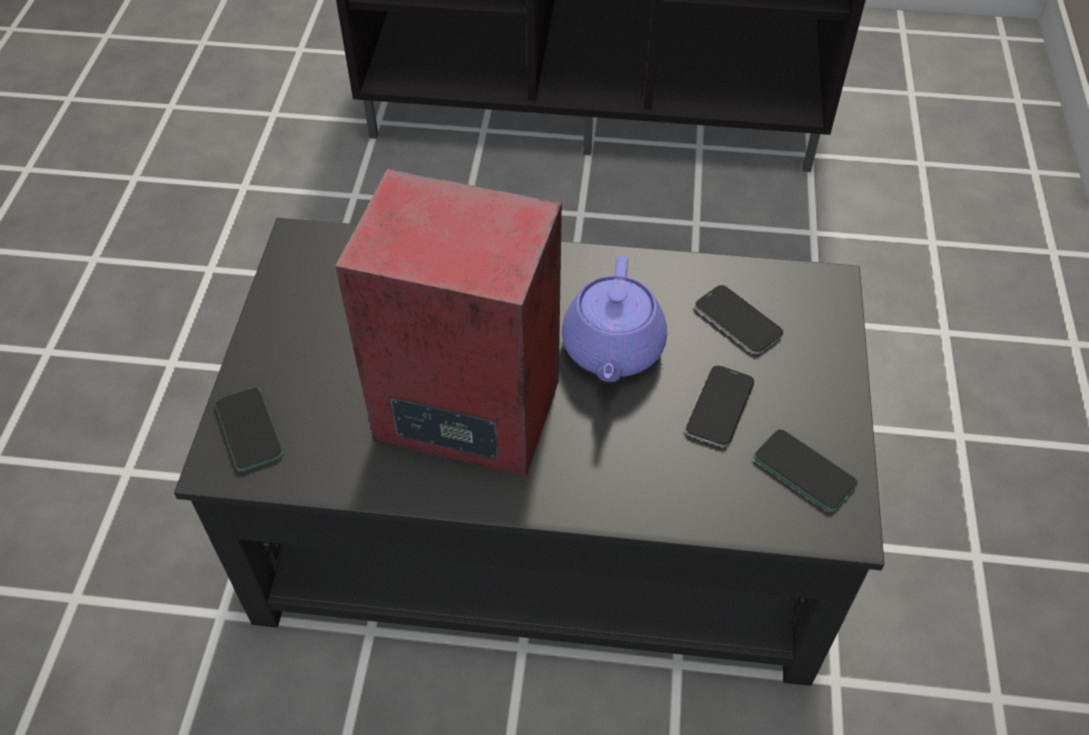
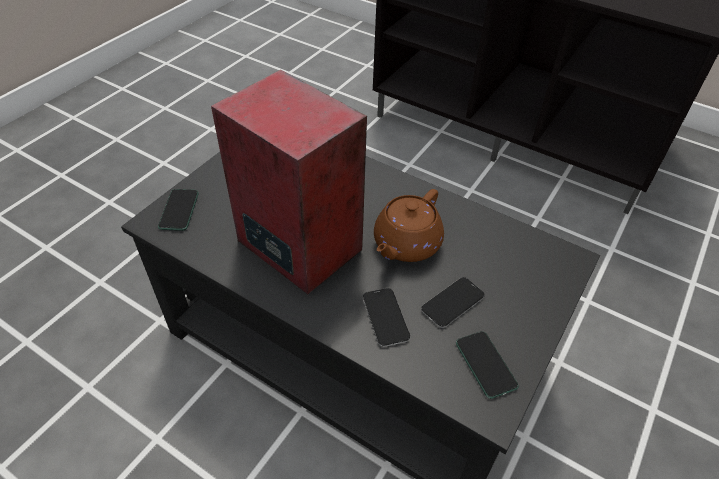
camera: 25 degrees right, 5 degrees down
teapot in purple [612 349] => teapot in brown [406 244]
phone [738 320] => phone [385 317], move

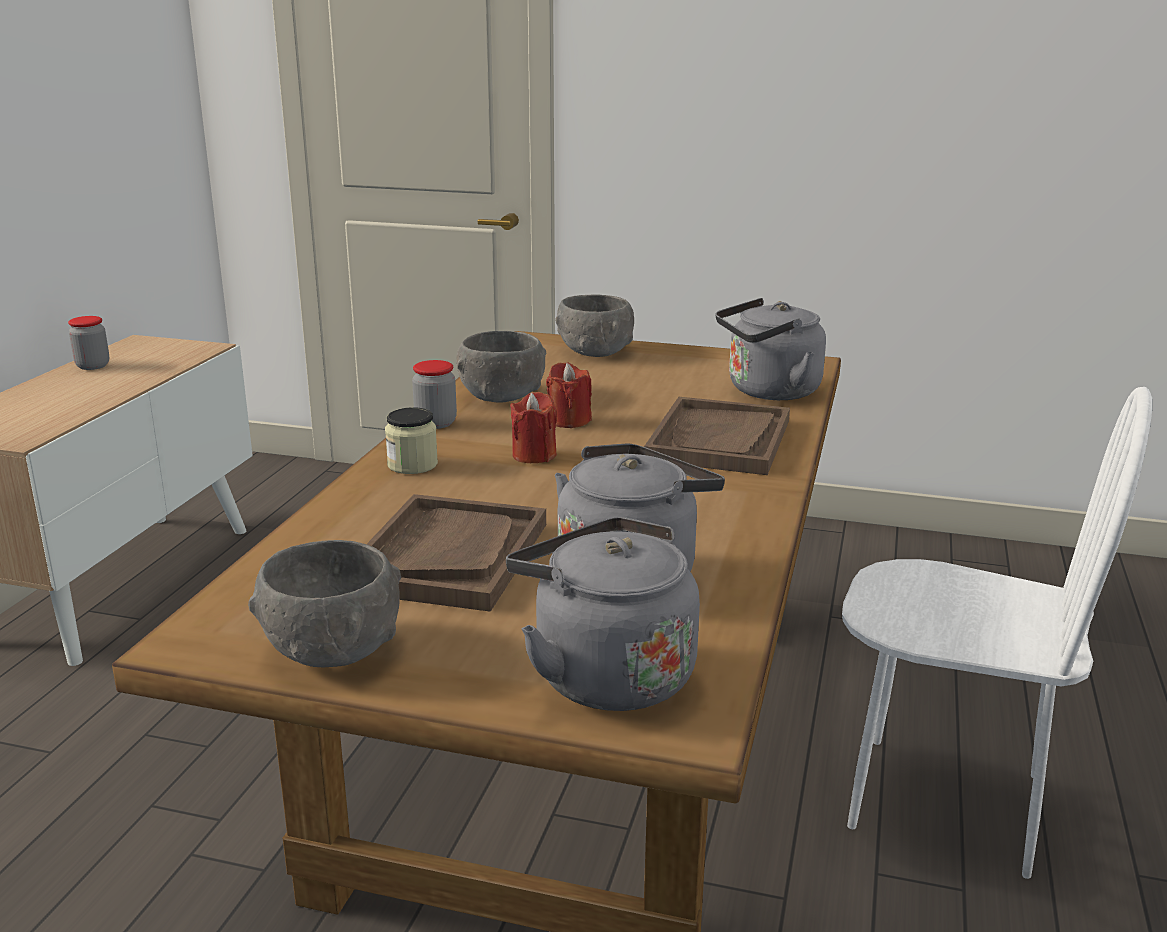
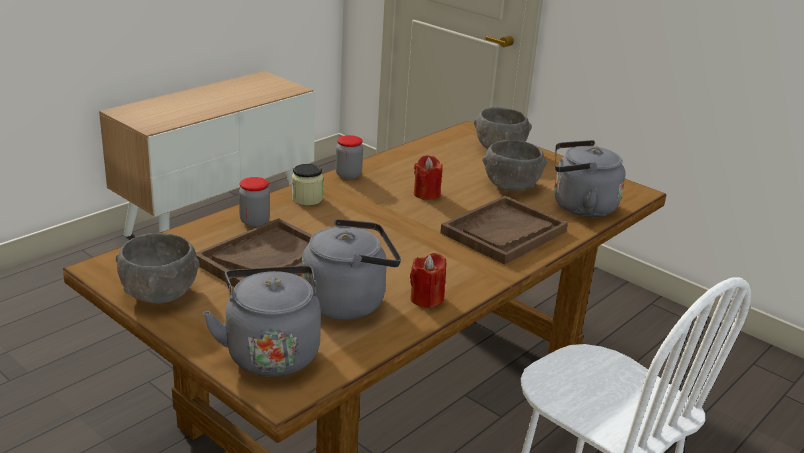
camera: 25 degrees right, 5 degrees up
jar [93 366] => jar [254 221], move
bowl in grey [501 396] => bowl in grey [511 185], move
candle in red [534 455] => candle in red [426 299], move

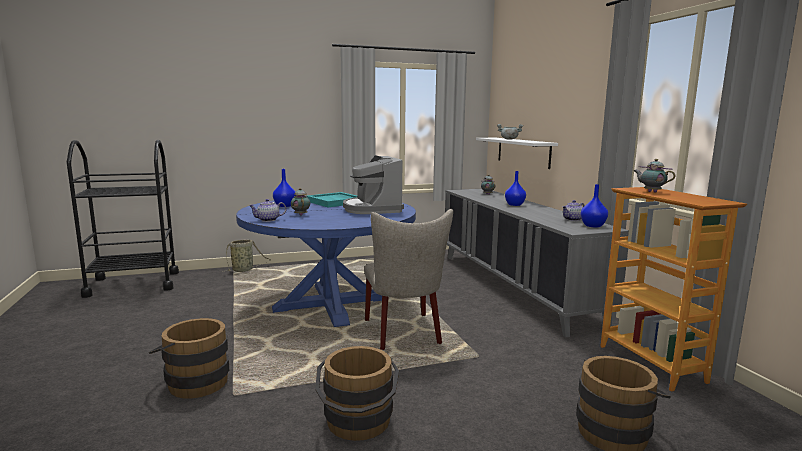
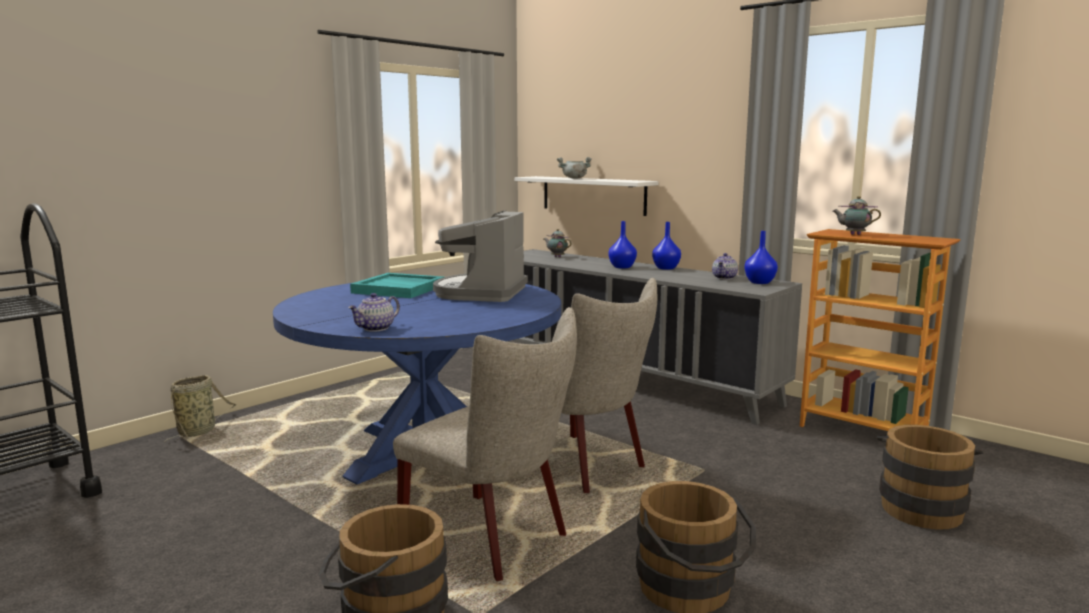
camera: 30 degrees left, 0 degrees up
vase in blue [284 206] => vase in blue [666 268], move
teapot [301 215] => nothing
coffee machine [372 209] => coffee machine [481 293], 60 degrees clockwise
nothing => chair in beige [493 540]

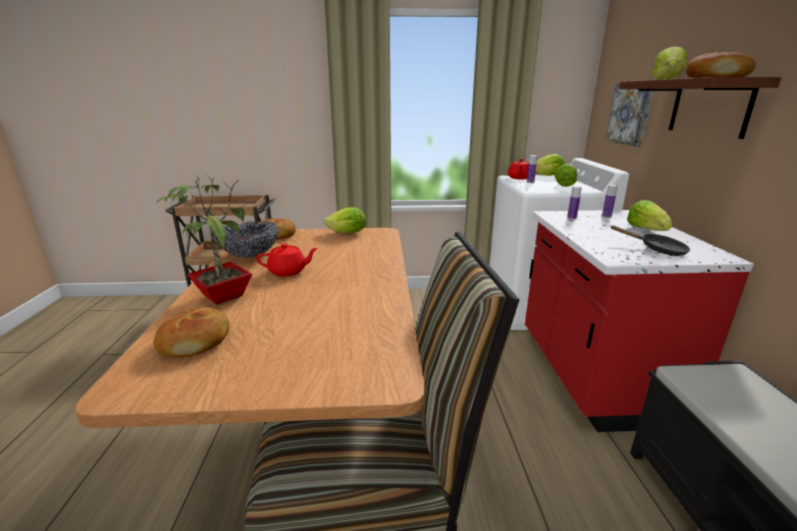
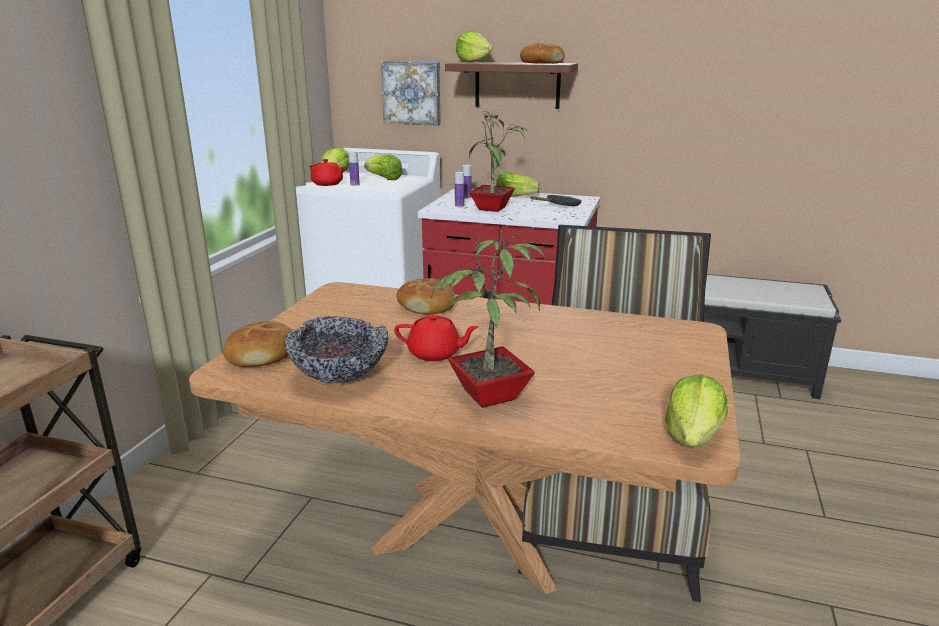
camera: 70 degrees left, 0 degrees up
bread [196 341] => bread [427 305], move
teapot in red [288 271] => teapot in red [435 354], 90 degrees clockwise
lettuce [348 233] => lettuce [693 437], move
nothing => potted plant [494 209]

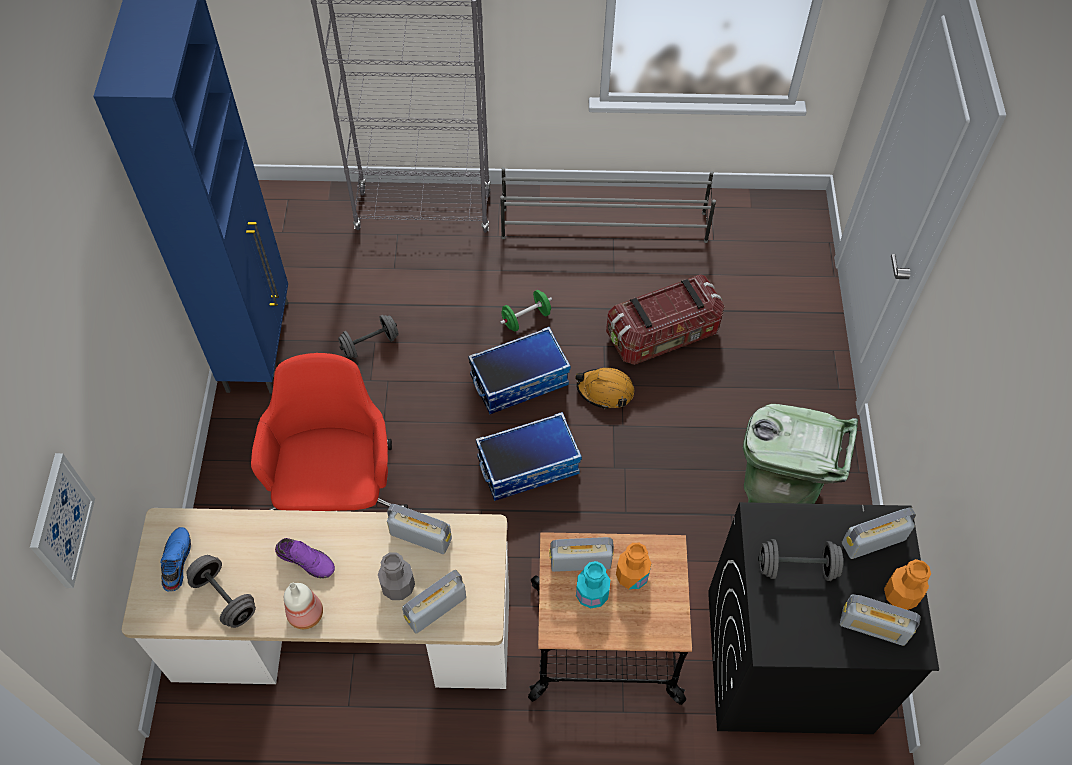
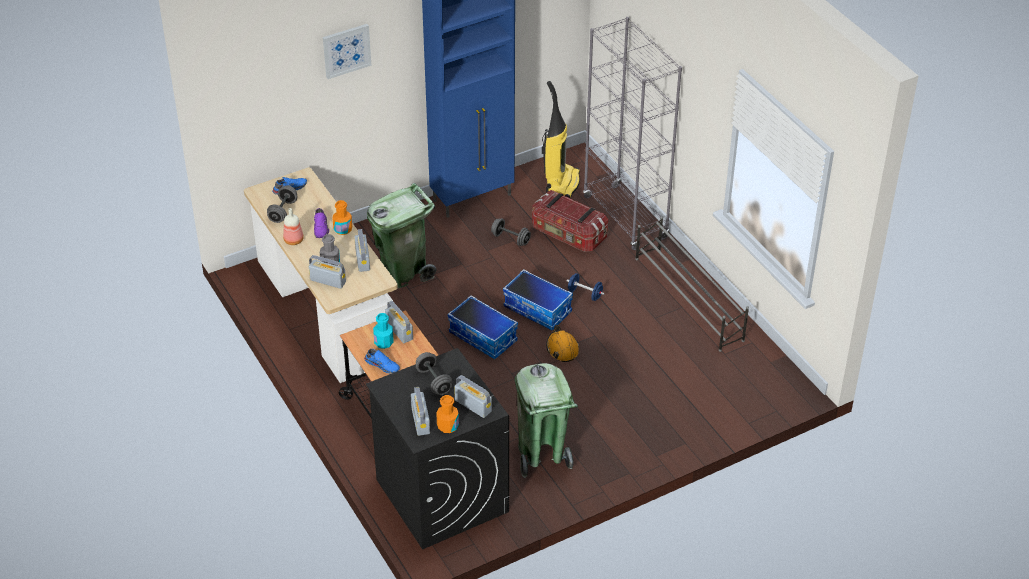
camera: 60 degrees right, 15 degrees down
picture [60 521] => picture [346 50], move
office chair in red [339 497] => trash can in green [404 272]
dumbbell in green [526 318] => dumbbell in blue [585 294]
storage box [663 335] => storage box [568 235], move
bottle in orange [632 575] => bottle in orange [343 229], move
nothing => shoe in blue [383 365]
nothing => vacuum cleaner [561 183]

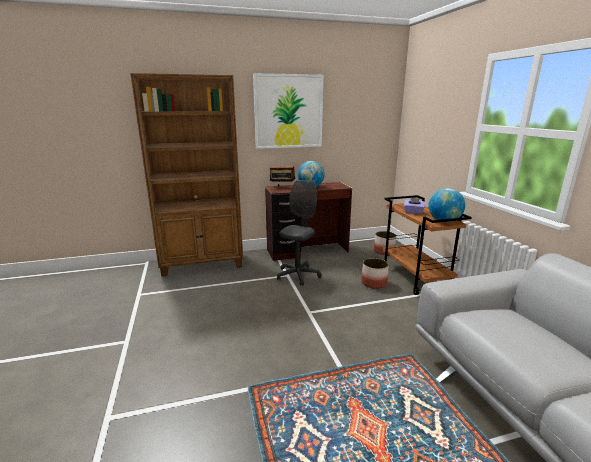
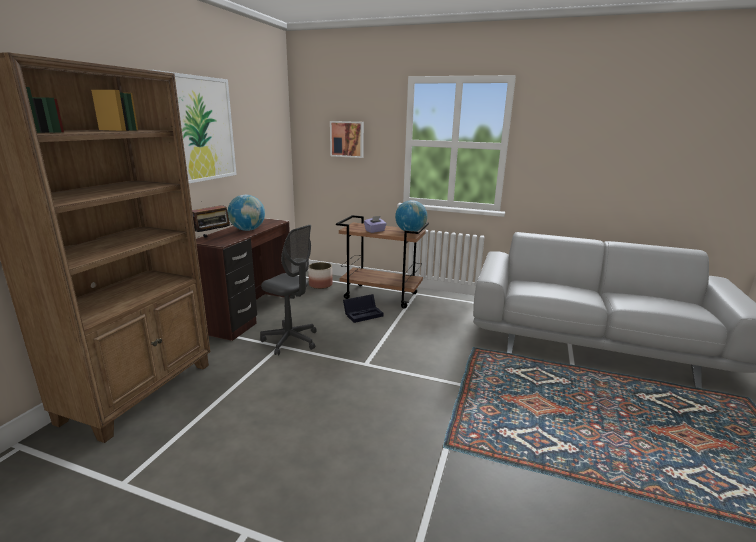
camera: 55 degrees left, 0 degrees up
office chair in grey [298 275] => office chair in grey [290 341], 150 degrees clockwise
planter [374 283] => storage box in black [364 314]
nothing => picture [347 139]

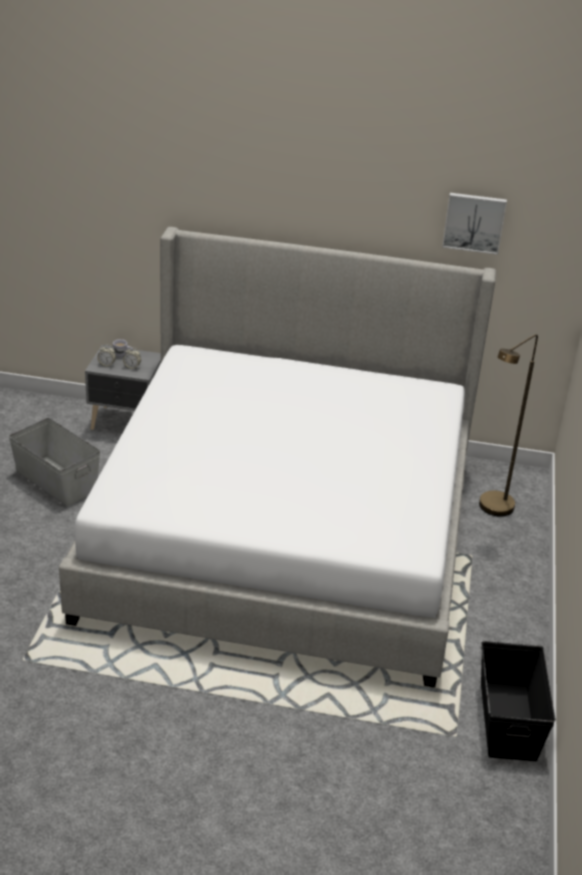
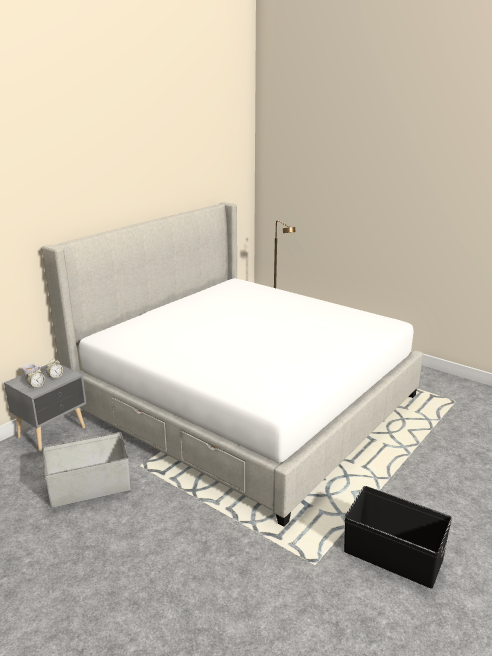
camera: 60 degrees left, 10 degrees down
picture [474 222] => nothing
storage box in black [508 719] => storage box in black [392 555], move

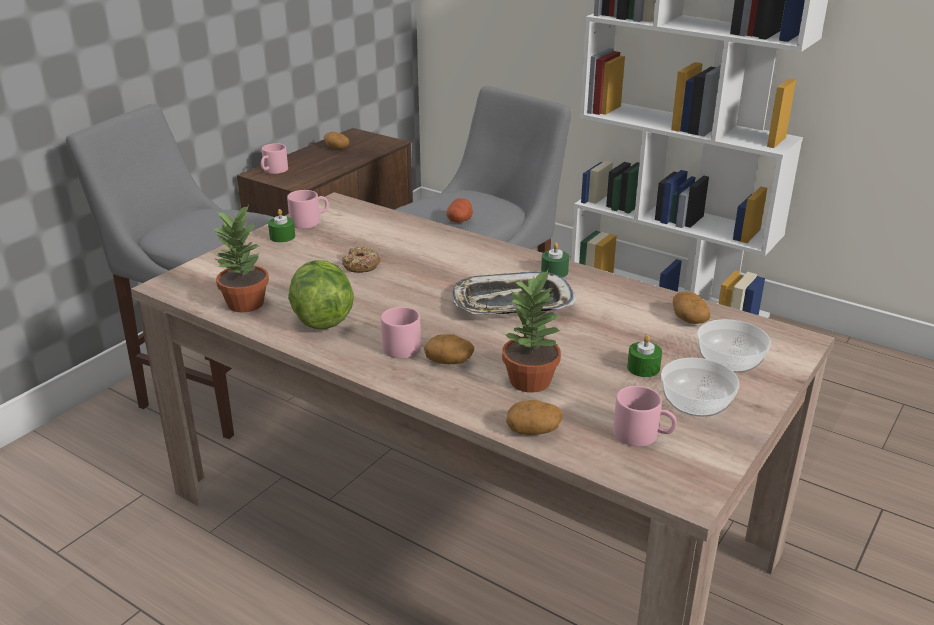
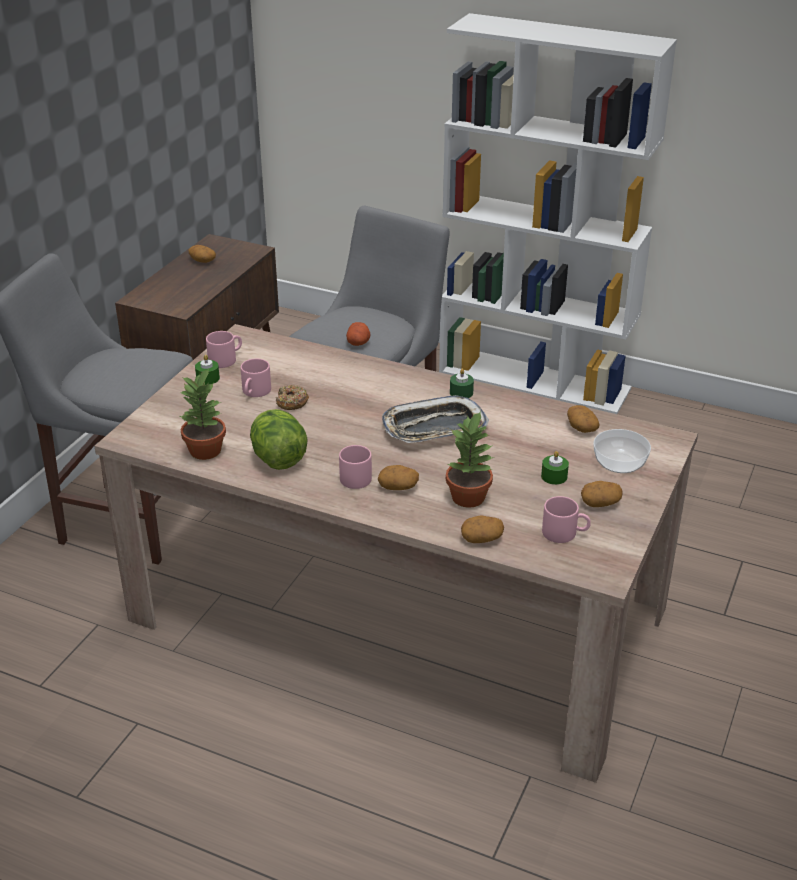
camera: 10 degrees left, 5 degrees up
mug in pink [273 171] => mug in pink [255 392], move
bowl [697 403] => potato [600 502]

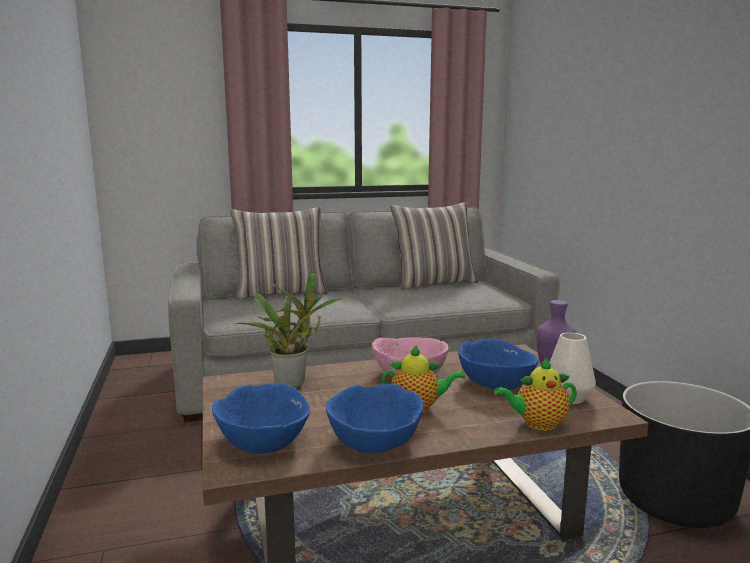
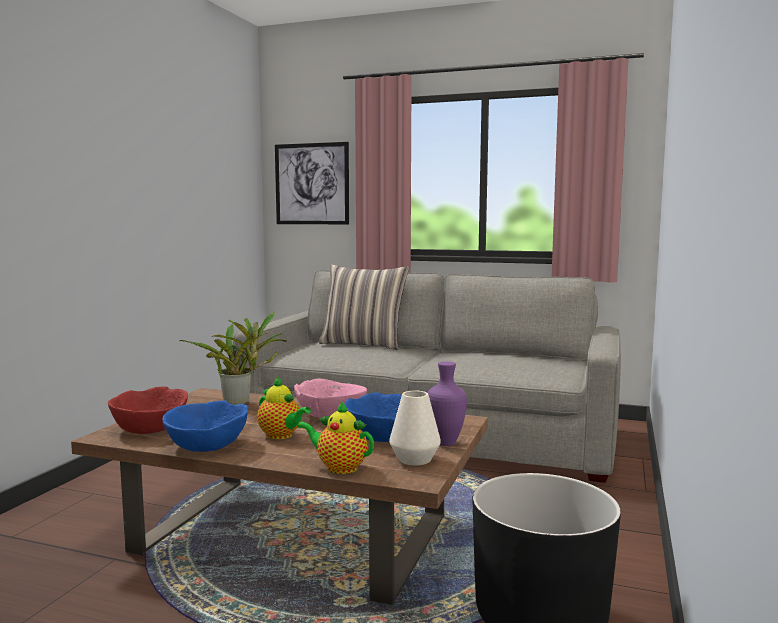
camera: 35 degrees right, 5 degrees down
bowl in blue [264 440] => bowl in red [150 428]
pillow [434 283] => nothing
nothing => picture [312 184]

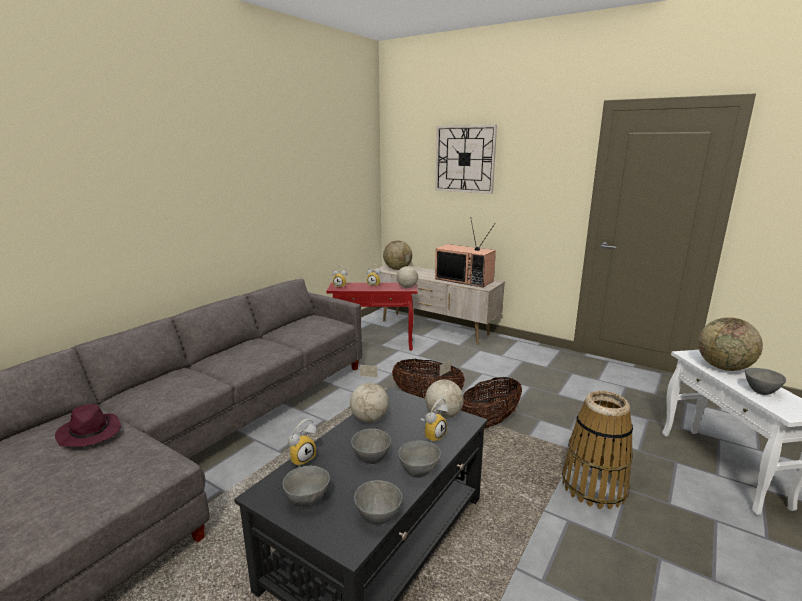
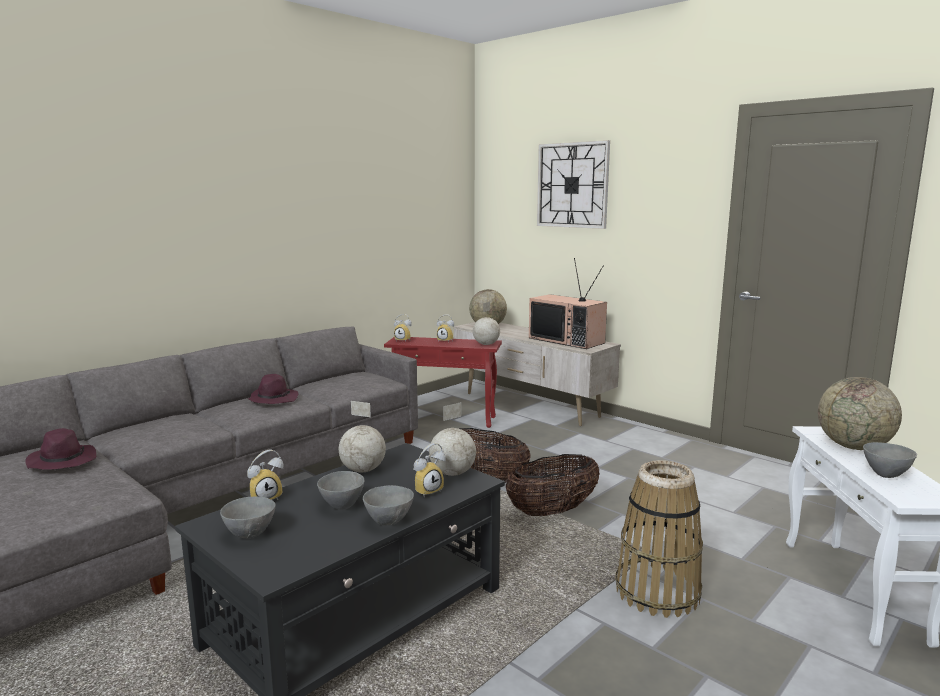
camera: 10 degrees right, 5 degrees down
bowl in grey [378 518] => nothing
nothing => hat in purple [273 399]

